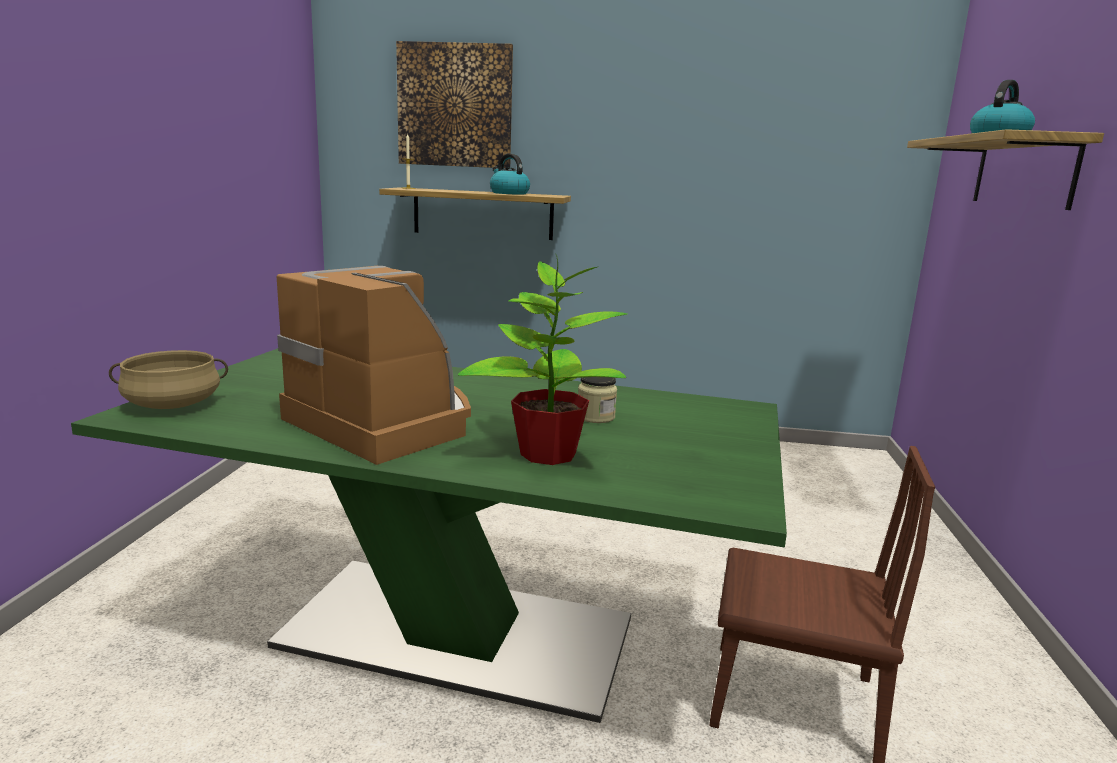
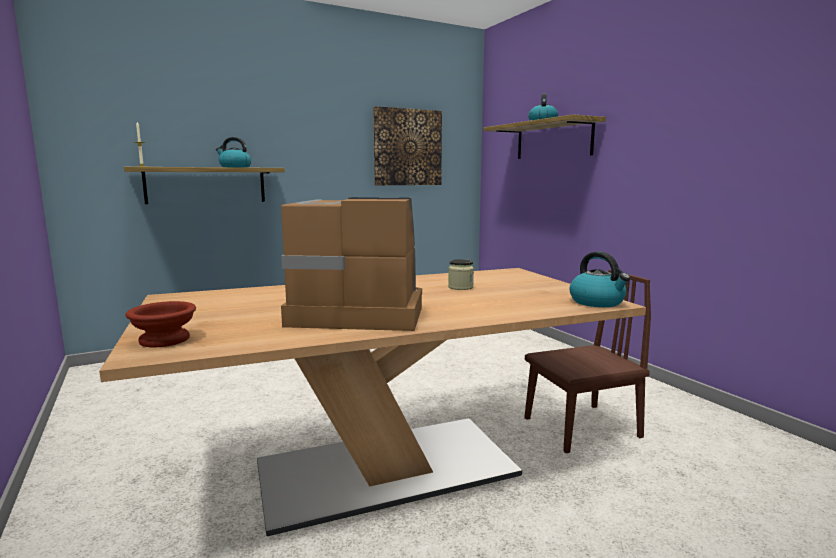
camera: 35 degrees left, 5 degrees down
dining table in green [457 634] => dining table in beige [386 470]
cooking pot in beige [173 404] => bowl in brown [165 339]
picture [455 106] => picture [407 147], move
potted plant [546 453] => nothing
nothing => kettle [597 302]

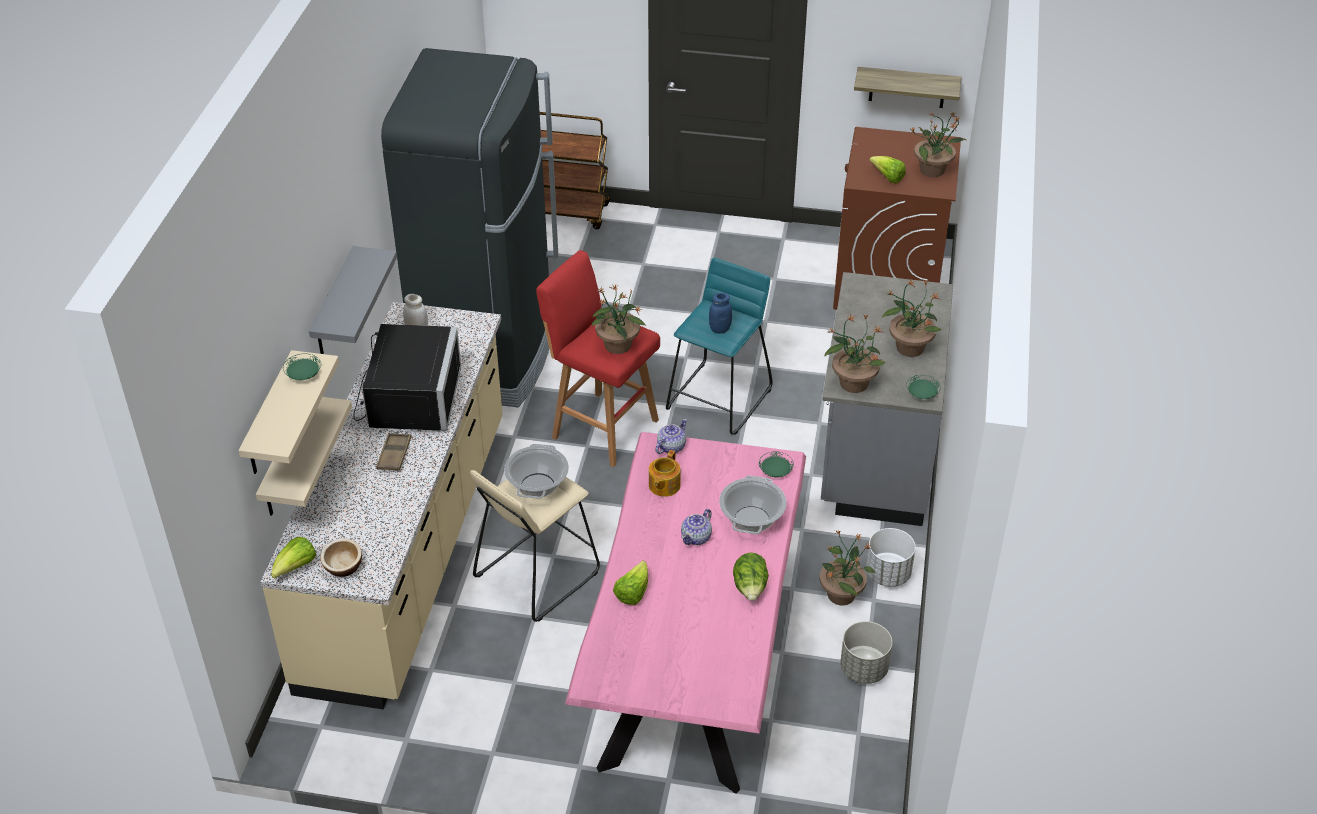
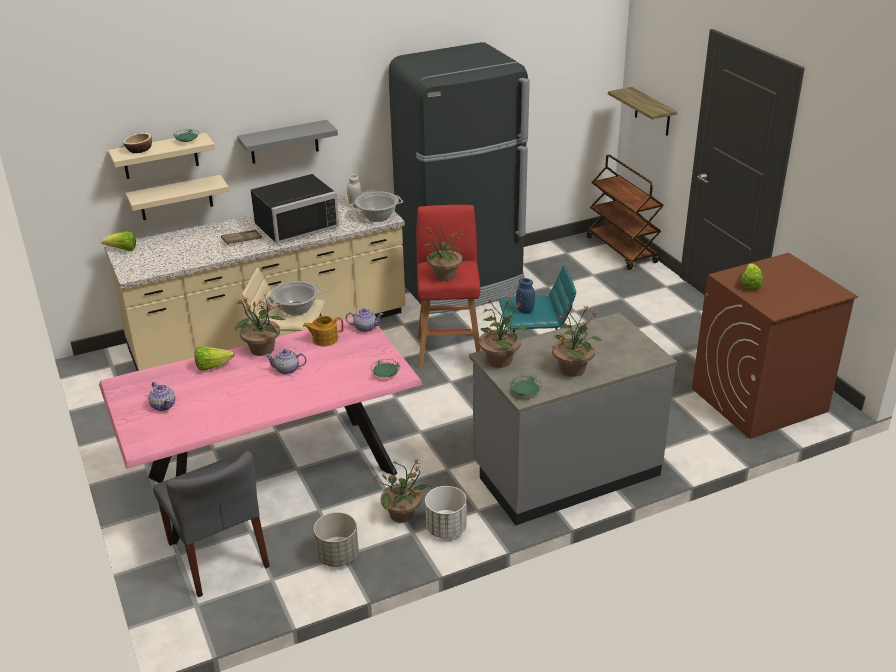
camera: 55 degrees right, 10 degrees down
bowl [343 566] => bowl [139 150], move
cooking pot [752 520] => cooking pot [377 216], move
lettuce [750 588] => nothing
shelf [907 87] => shelf [652 112], move
potted plant [933 170] => potted plant [262 349], move
nothing => teapot [163 405]
nothing => chair in grey [218 555]

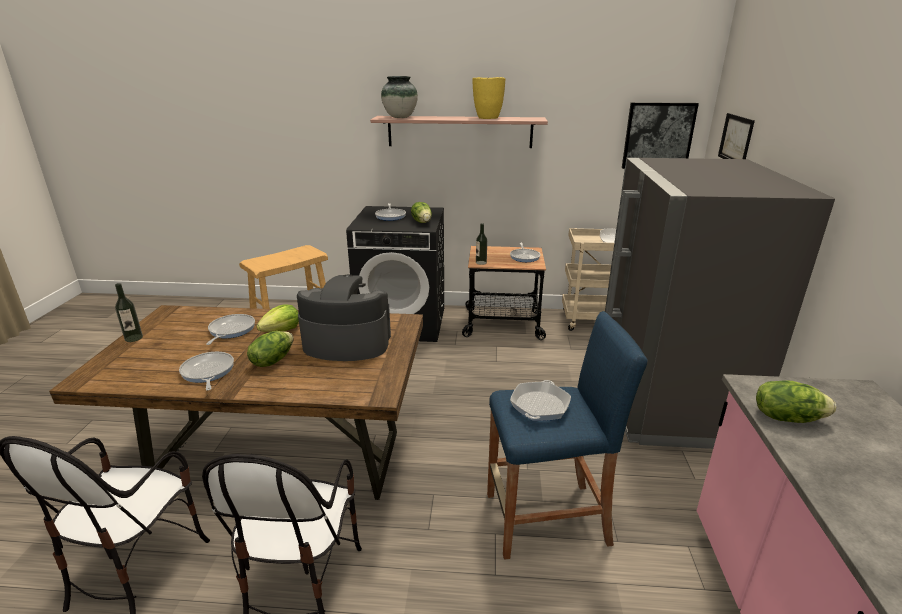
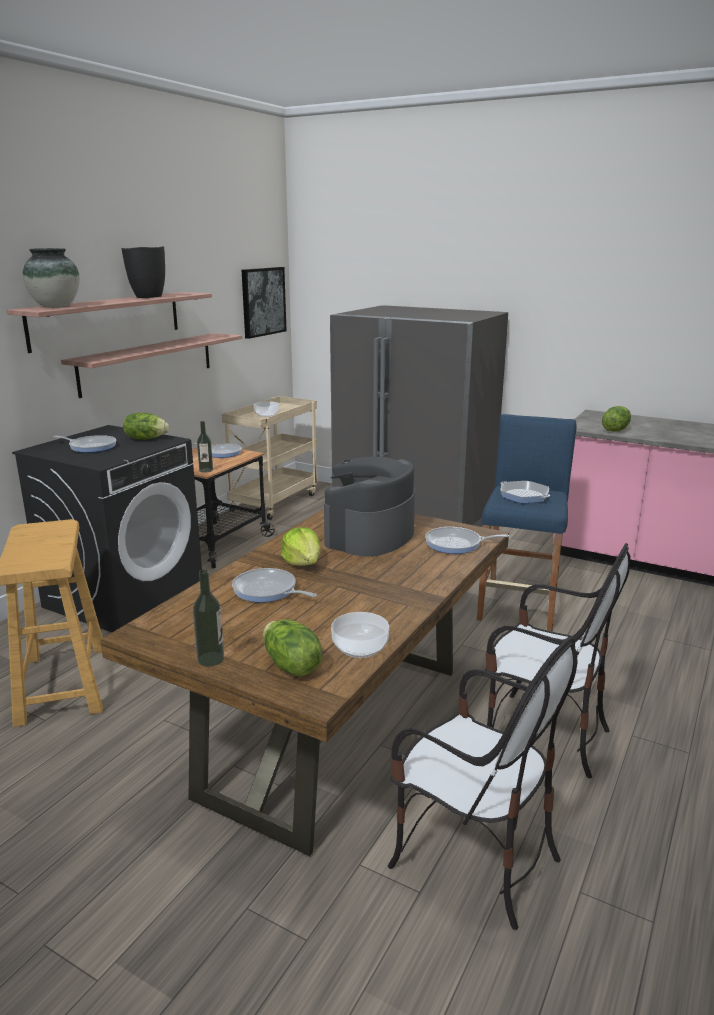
camera: 65 degrees left, 5 degrees down
frying pan [207 372] => frying pan [456 544], move
lettuce [272 360] => lettuce [290 666], move
vase in yellow [487 118] => vase in black [147 297]
picture [736 139] => nothing
nothing => shelf [148 363]
nothing => bowl [360 647]

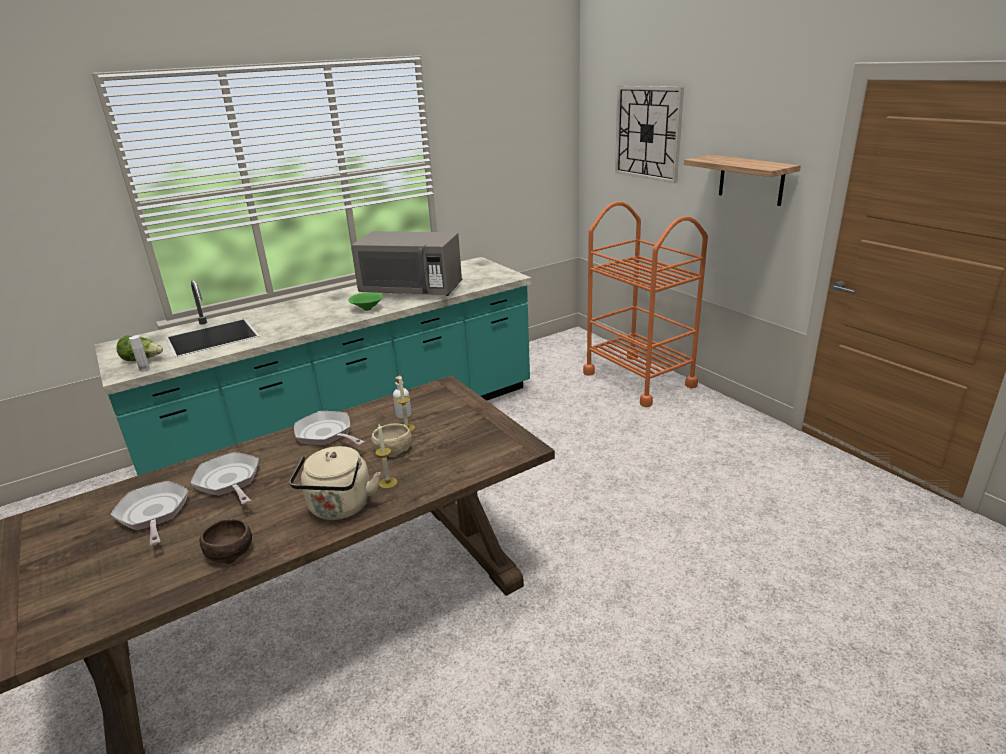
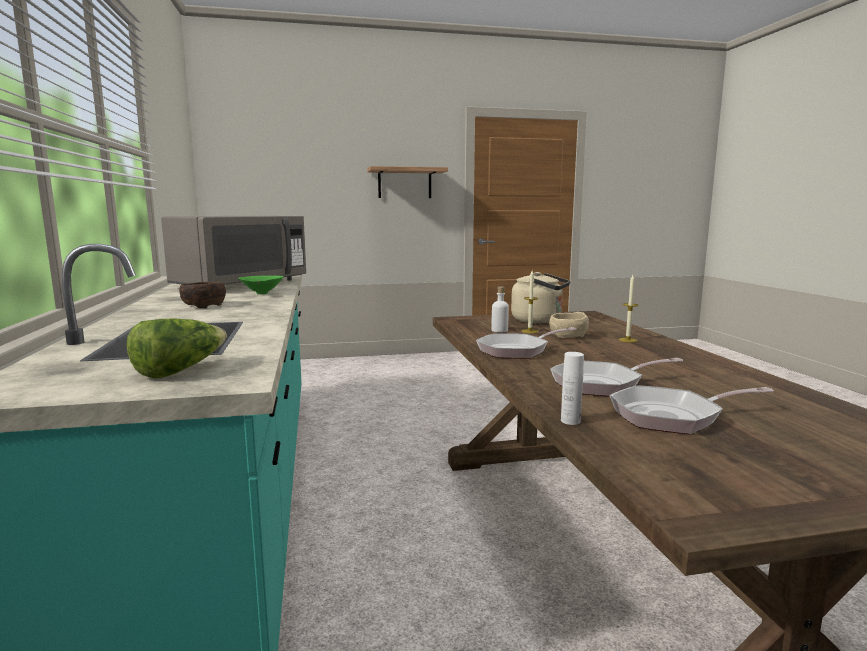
camera: 70 degrees left, 15 degrees down
bottle in white [144 369] => bottle in white [570 421], move
bowl in brown [230 551] => bowl in brown [203 305], move
kettle in beige [340 508] => kettle in beige [539 320], move
cart in orange [638 379] => nothing
wall clock [648 133] => nothing

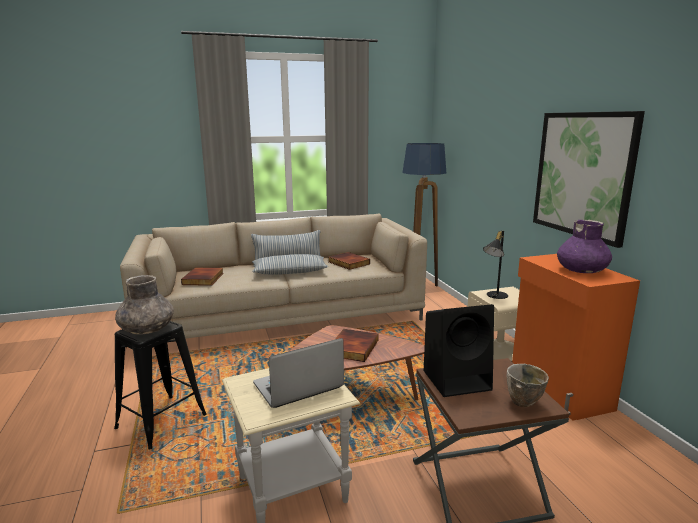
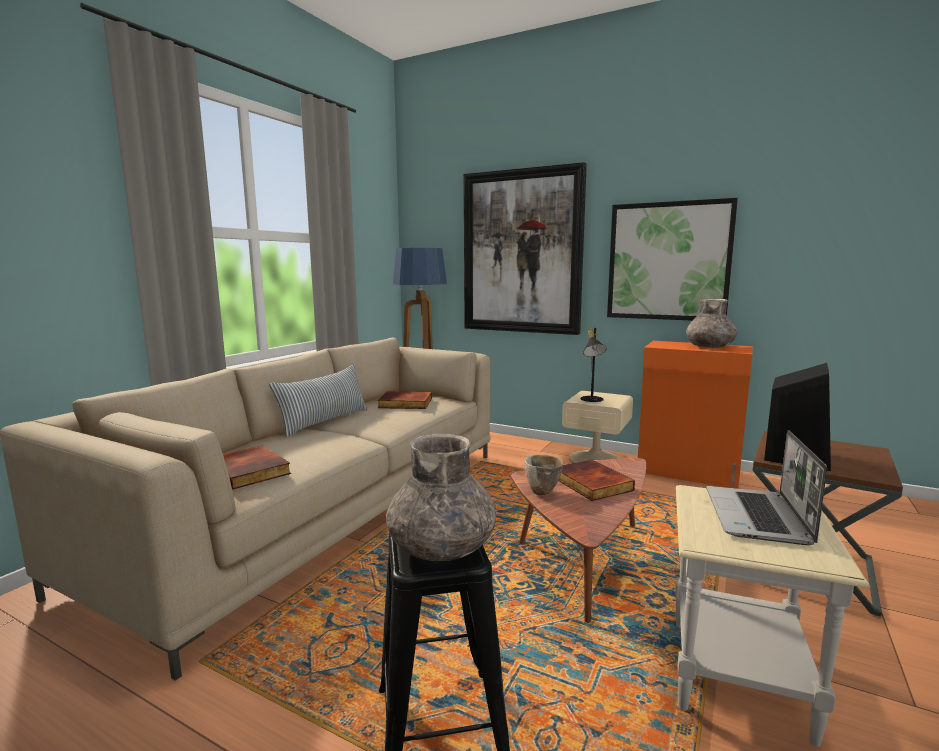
camera: 45 degrees left, 5 degrees down
pillow [290 272] => nothing
bowl [522 404] => bowl [542 492], move
vase in purple [582 271] => vase in grey [710 347]
nothing => picture [521 252]

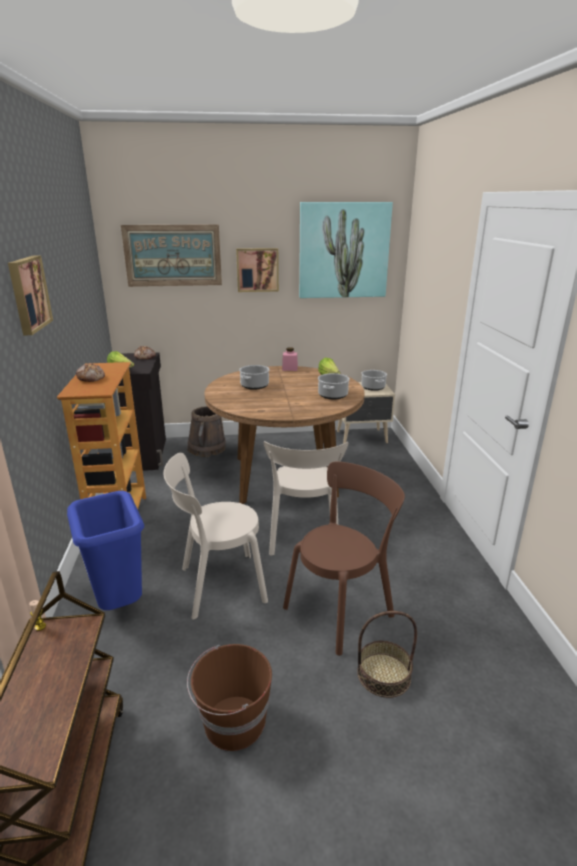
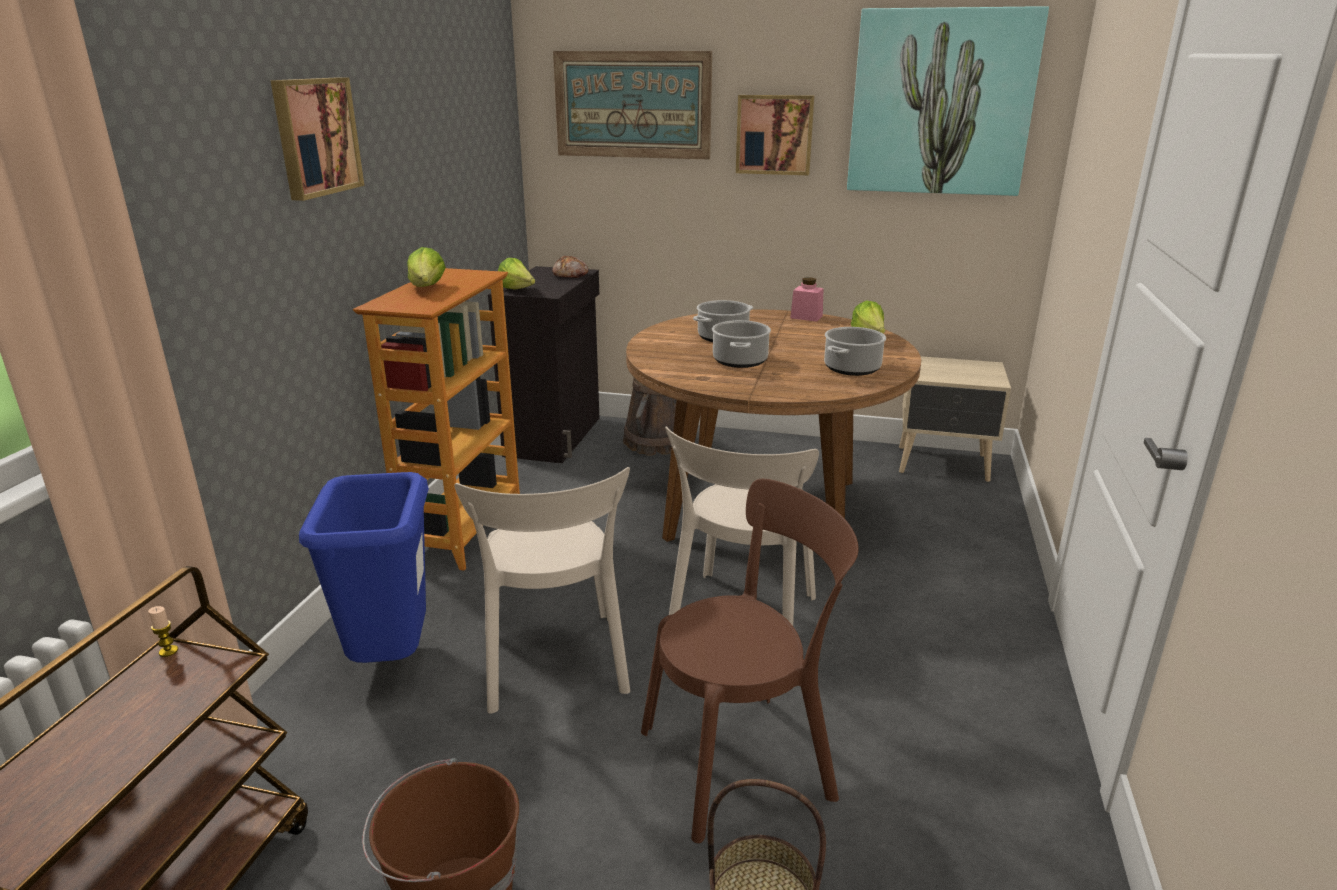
camera: 20 degrees right, 0 degrees up
bread [91 378] => lettuce [427 289]
chair in beige [218 585] => chair in beige [554 667], 105 degrees counterclockwise
cooking pot [372 387] => cooking pot [739 361], move

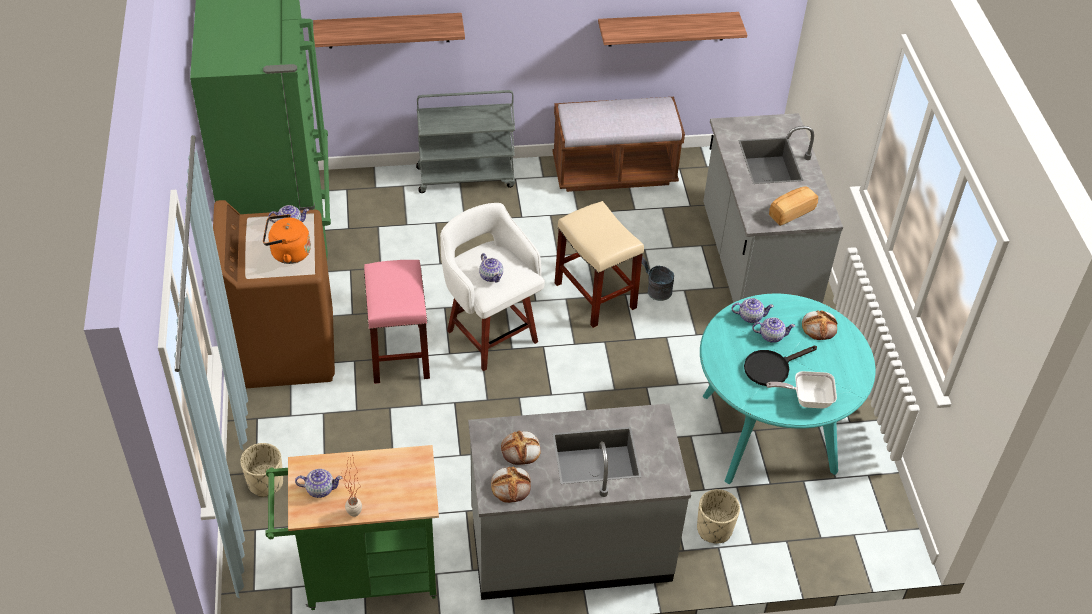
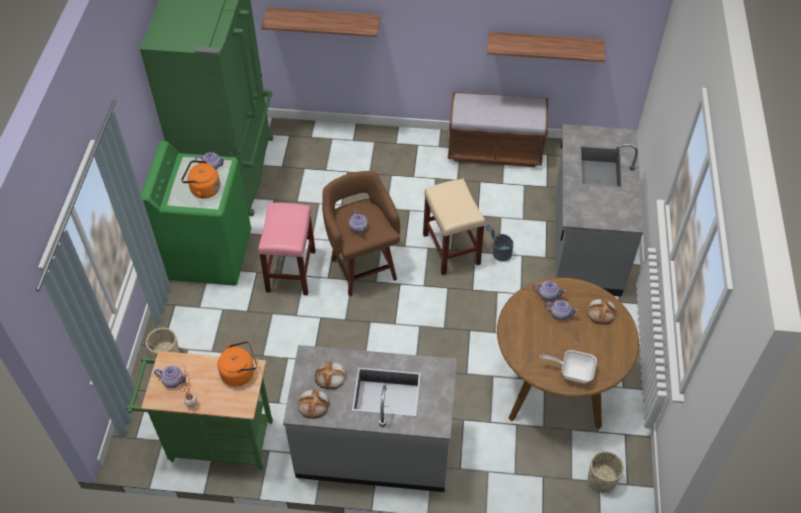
camera: 15 degrees right, 5 degrees up
washing machine in brown [284 349] => washing machine in green [209 254]
cart in grey [466 176] => nothing
stool in white [490 334] => stool in brown [362 267]
planter in beige [714 529] => planter in beige [601 480], move
dining table in turquoise [768 433] => dining table in brown [555 384]
frying pan in black [771 367] => nothing
bread [790 212] => nothing
nothing => kettle in orange [240 372]

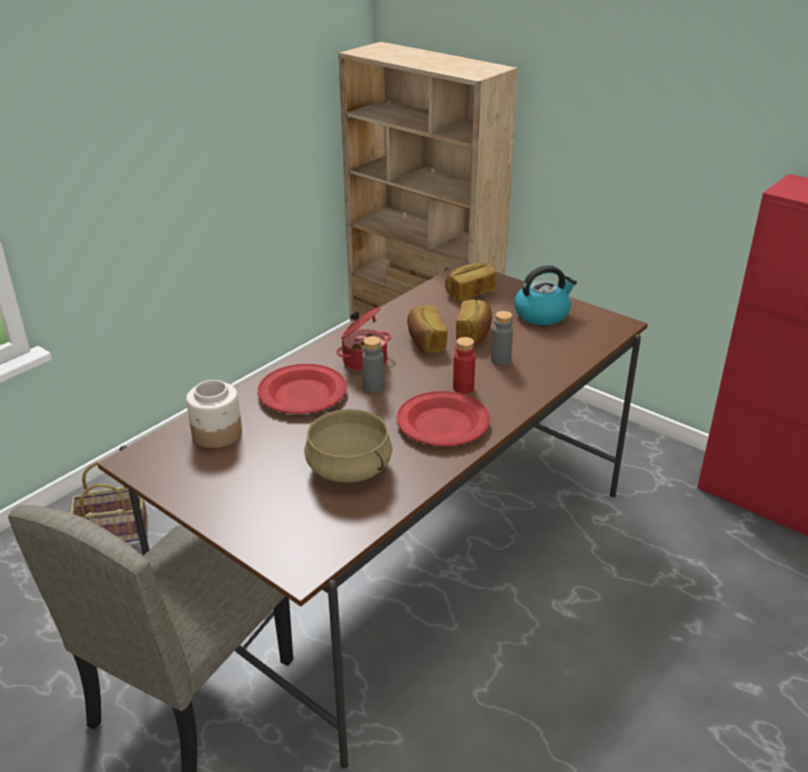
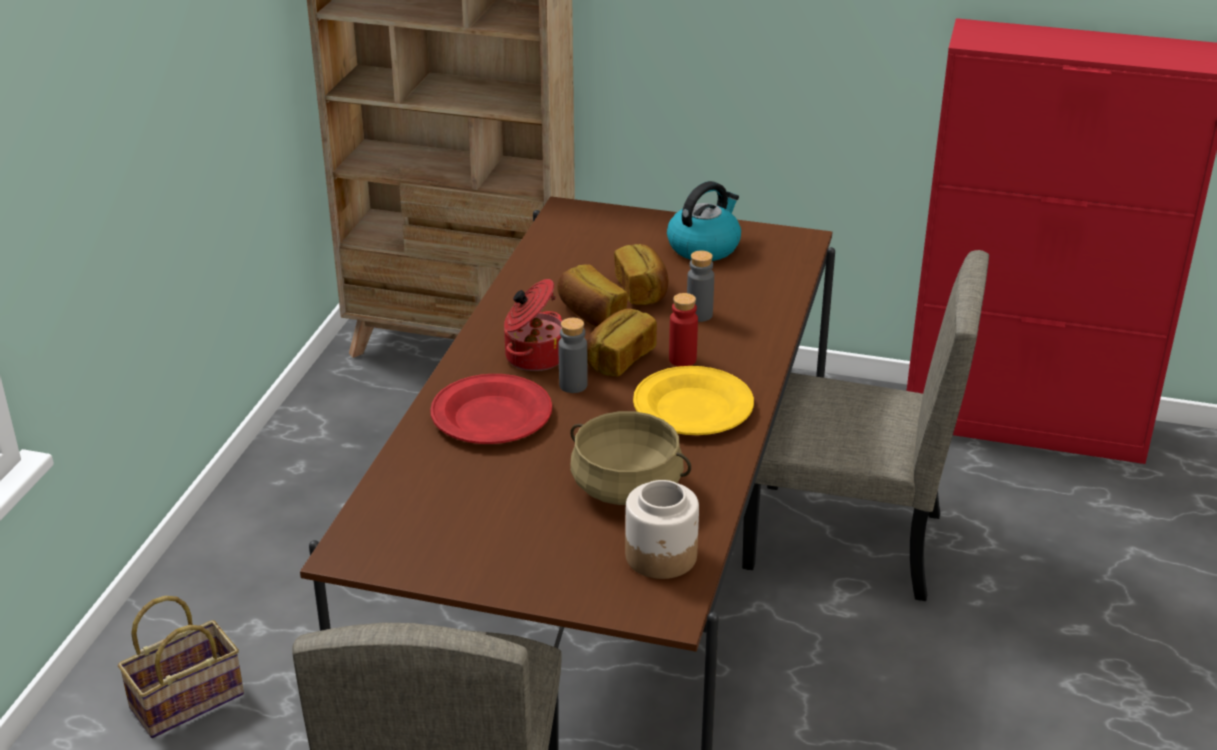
camera: 25 degrees left, 0 degrees up
jar [217 434] => jar [661 556], move
plate in red [443 423] => plate in yellow [693 407]
bread [470 293] => bread [619 359], move
nothing => chair in beige [843 541]

